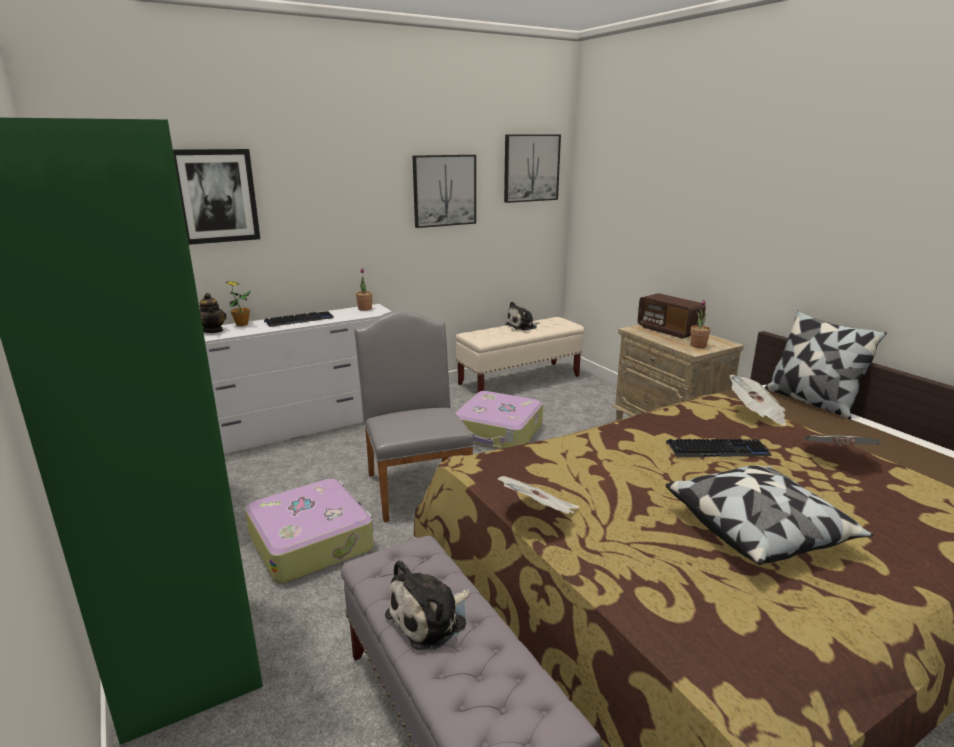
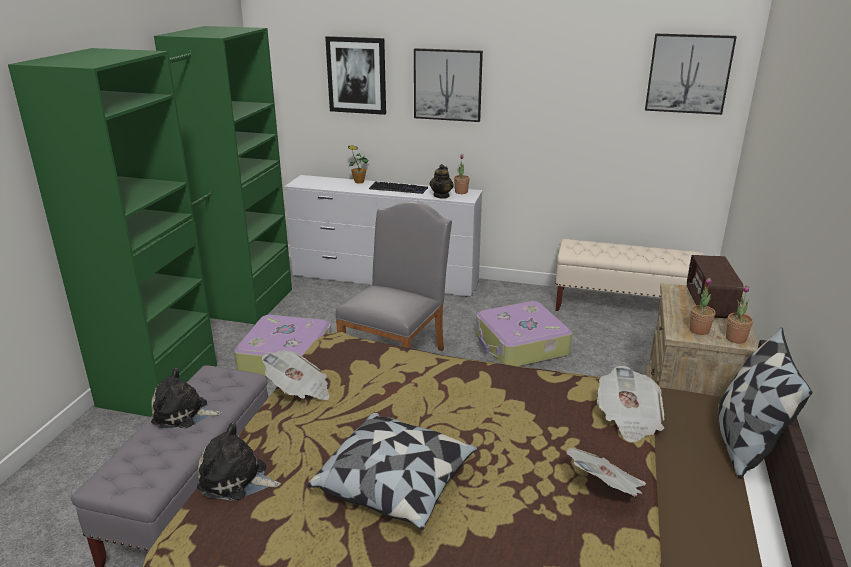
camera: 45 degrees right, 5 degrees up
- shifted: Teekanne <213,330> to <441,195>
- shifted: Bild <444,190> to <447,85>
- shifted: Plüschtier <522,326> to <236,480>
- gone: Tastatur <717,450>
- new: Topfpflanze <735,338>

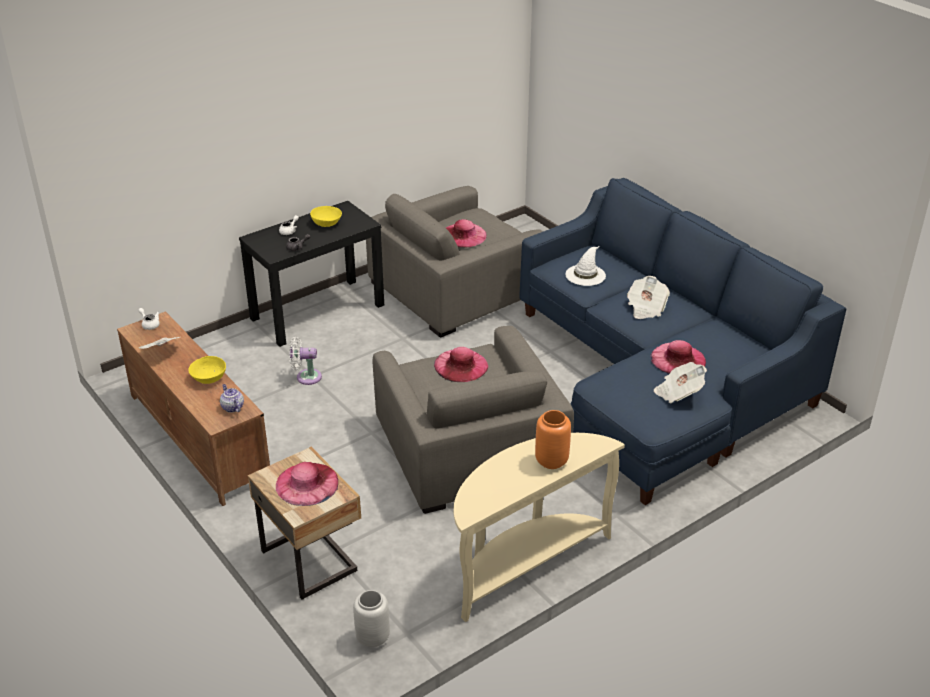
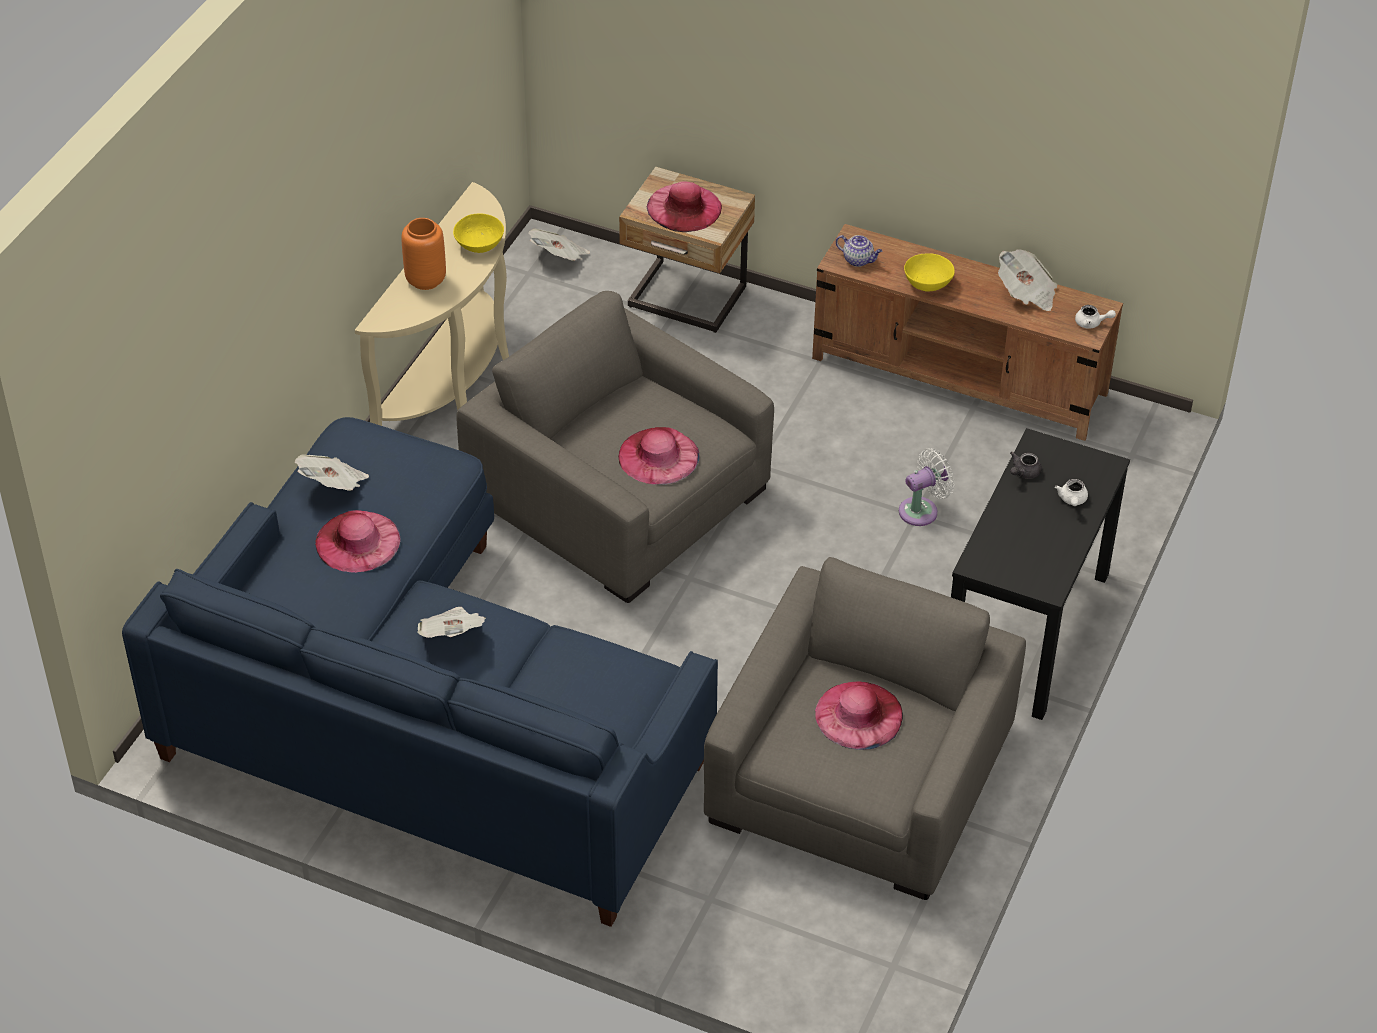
camera: 150 degrees right, 10 degrees up
- shifted: Schüssel [gelb] <326,223> to <479,245>
- swapped: Vase [grau] <372,638> to Zeitung <559,257>
- gone: Hut [weiß] <585,274>

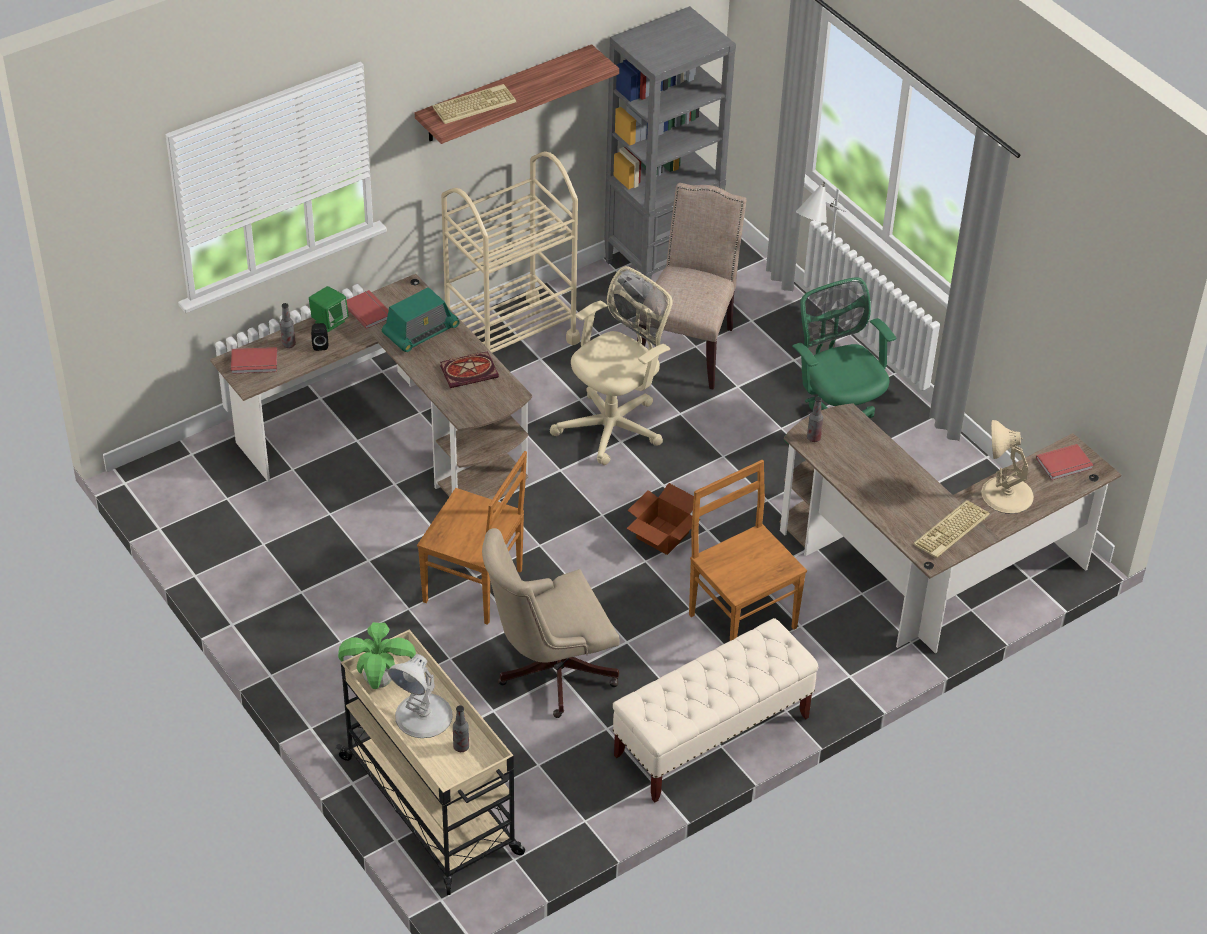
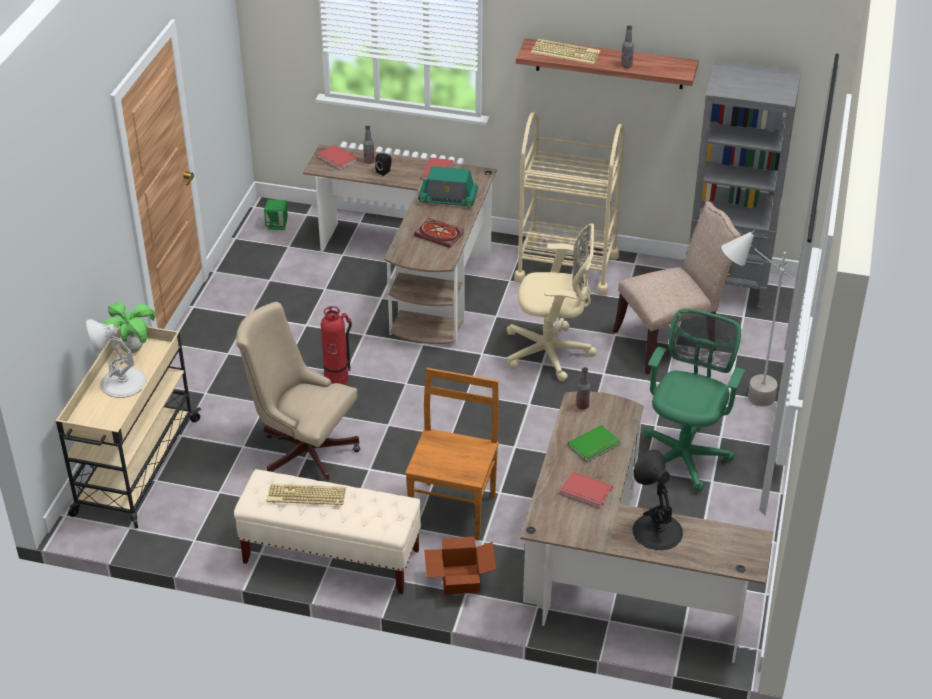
camera: 50 degrees right, 5 degrees down
- shifted: Lautsprecher [grün] <329,322> to <277,225>
- swapped: Stuhl [braun] <475,587> to Feuerlöscher <337,378>
- shifted: Flasche <461,747> to <626,66>
- shifted: Karton <661,536> to <459,579>
- shifted: Tastatur <951,531> to <305,496>
- repainted: Tischlampe [beige] <1006,494> to Tischlampe [schwarz] <656,531>
- shifted: Buch [rot] <1065,464> to <585,492>
- new: Buch [grün] <595,445>

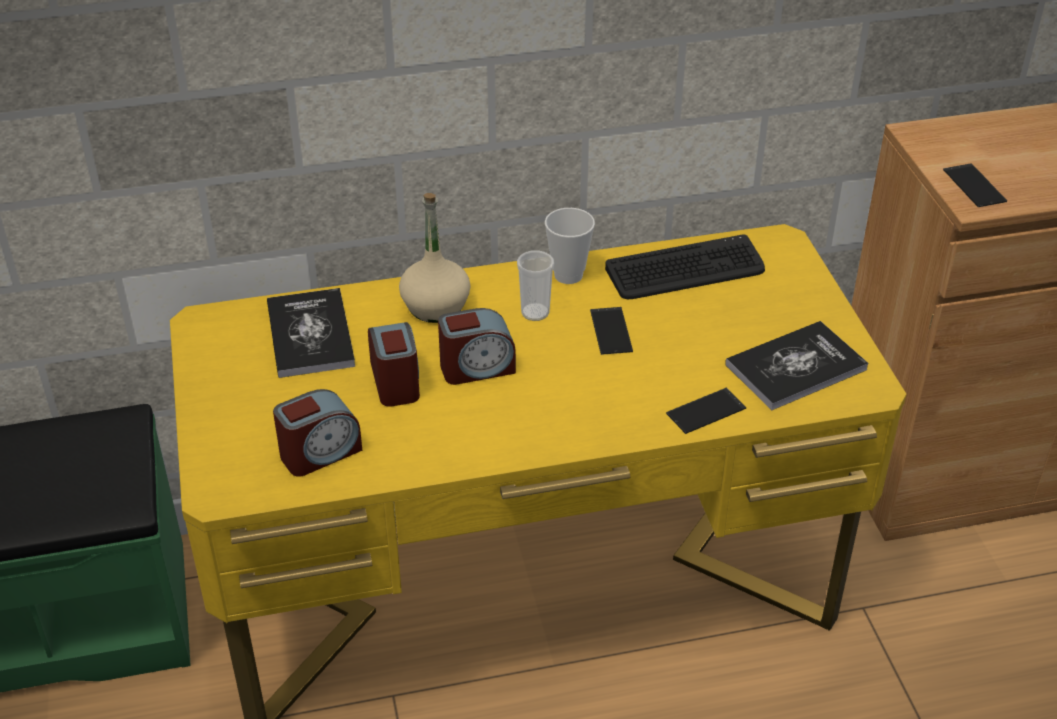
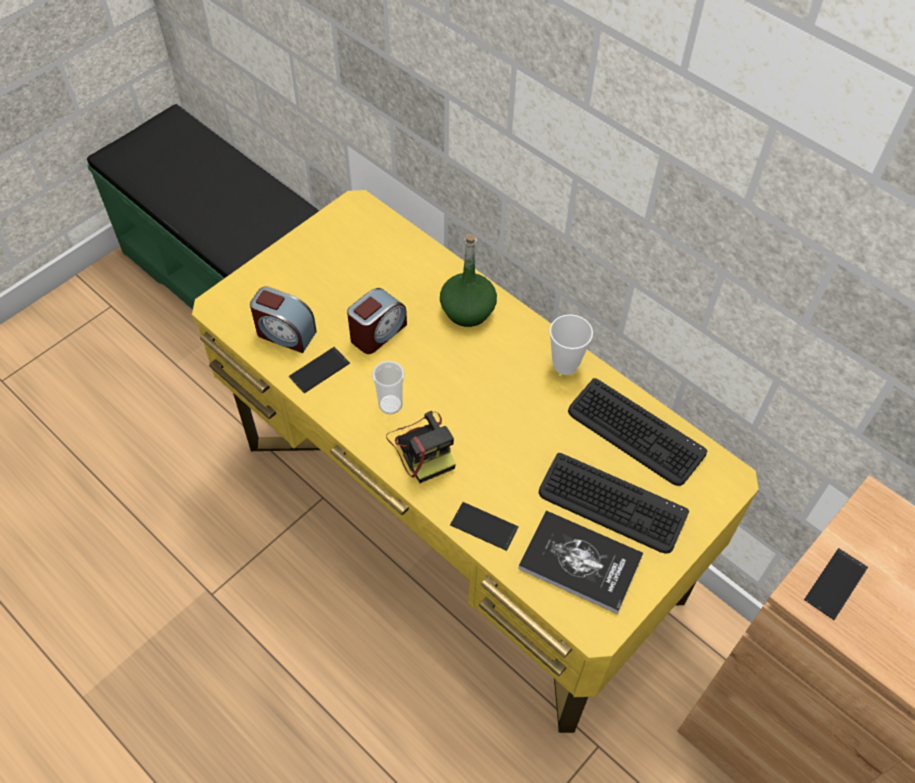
camera: 55 degrees right, 15 degrees up
- gone: Buch <310,335>
- repainted: Flasche [beige] <435,306> to Flasche [grün] <468,310>
- gone: Wecker <477,368>
- shifted: Tasse <535,312> to <390,404>
- shifted: Handy <611,331> to <319,370>
- new: Kamera <423,447>
- new: Tastatur <611,504>

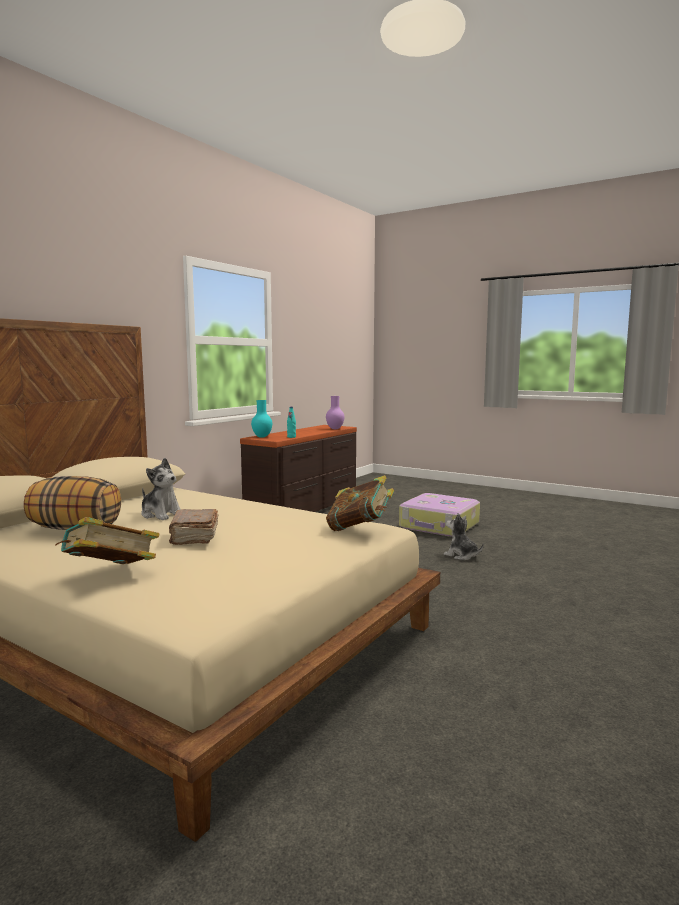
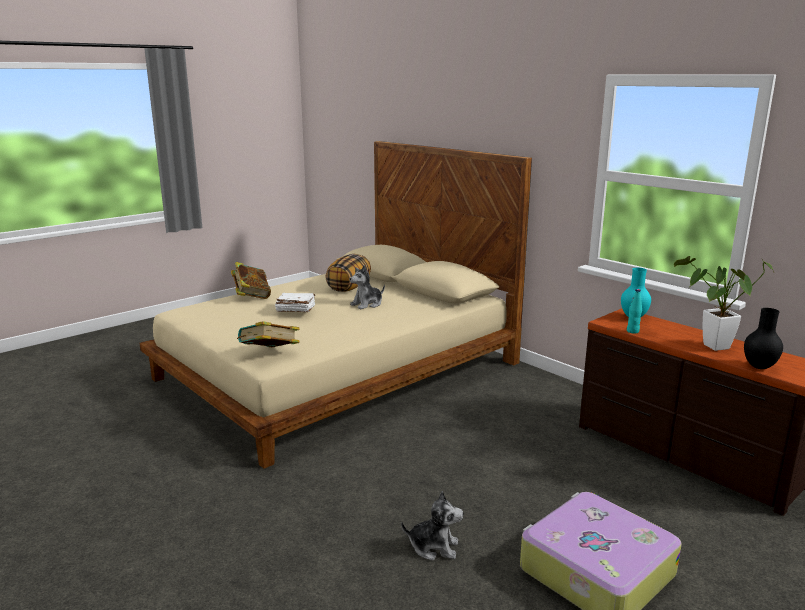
camera: 105 degrees right, 10 degrees up
- repainted: Buch [braun] <194,536> to Buch [weiß] <295,309>
- repainted: Vase [lila] <334,429> to Vase [schwarz] <759,367>
- rotated: Plüschtier <461,556> = <434,547> 45 degrees clockwise
- new: Topfpflanze <711,347>

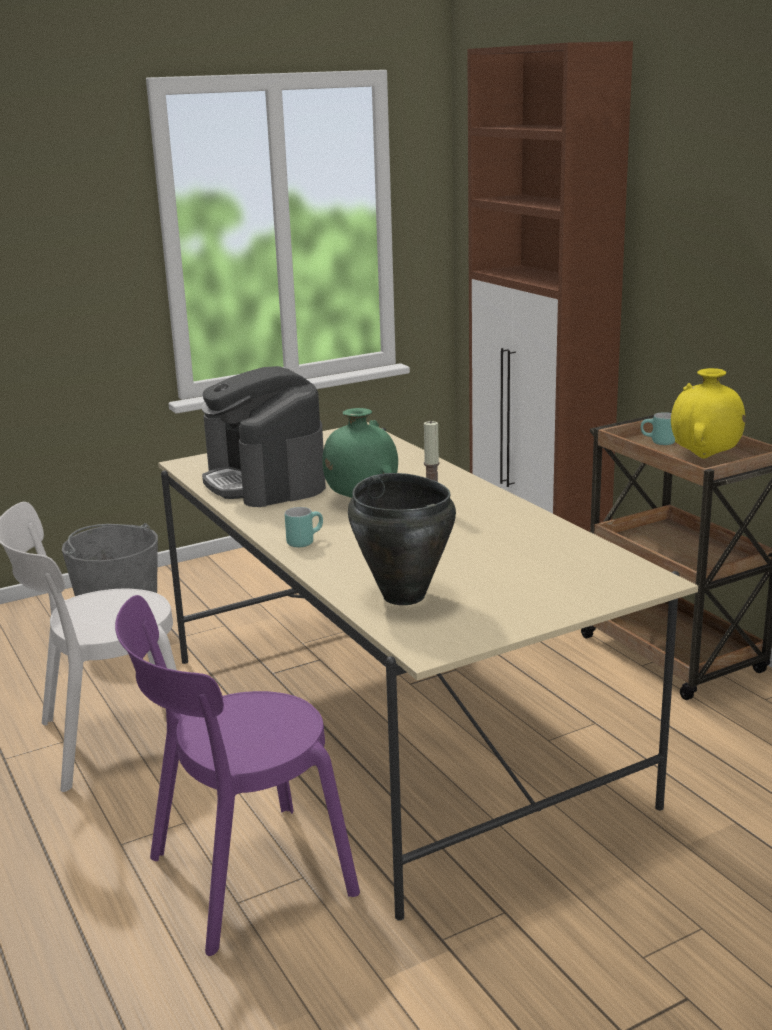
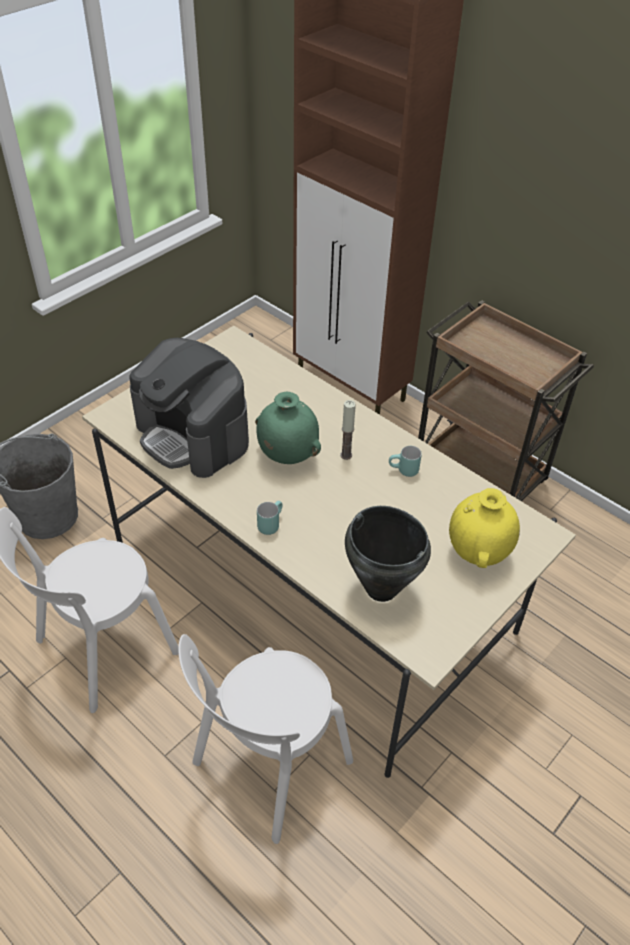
camera: 20 degrees left, 25 degrees up
- repainted: Stuhl [lila] <242,878> to Stuhl [weiß] <267,767>
- shifted: Henkelbecher [türkis] <657,443> to <403,471>
- shifted: Vase [gelb] <705,458> to <478,553>

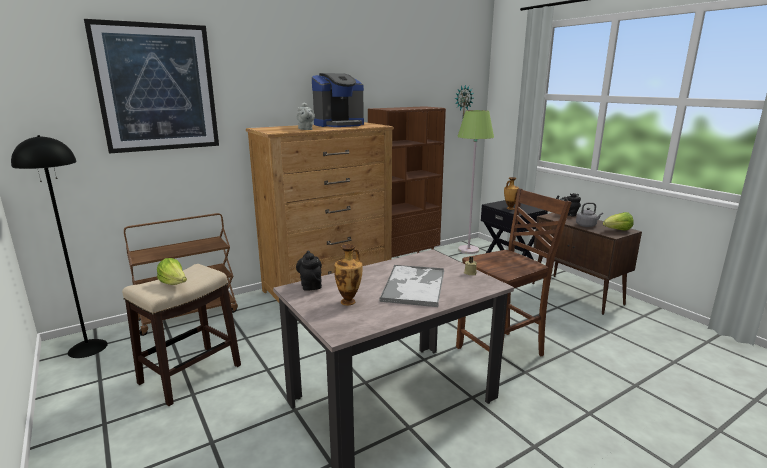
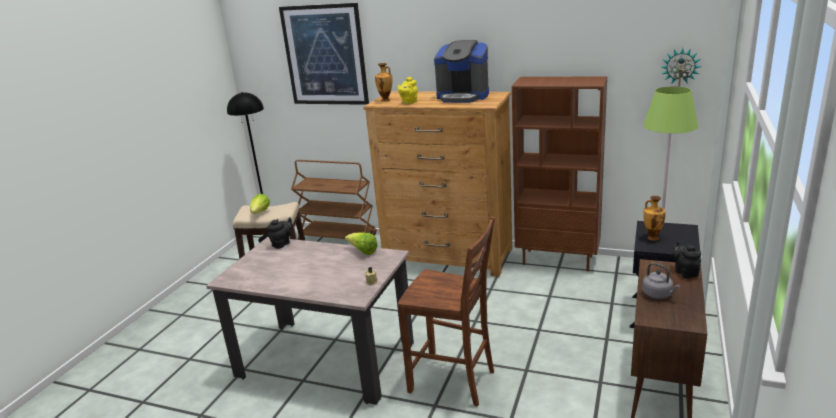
camera: 55 degrees right, 5 degrees up
- repainted: Teekanne [grau] <305,129> to Teekanne [gelb] <408,102>
- shifted: Vase <349,301> to <386,100>
- gone: Tablett <414,285>
- shifted: Salatkopf <617,230> to <363,252>

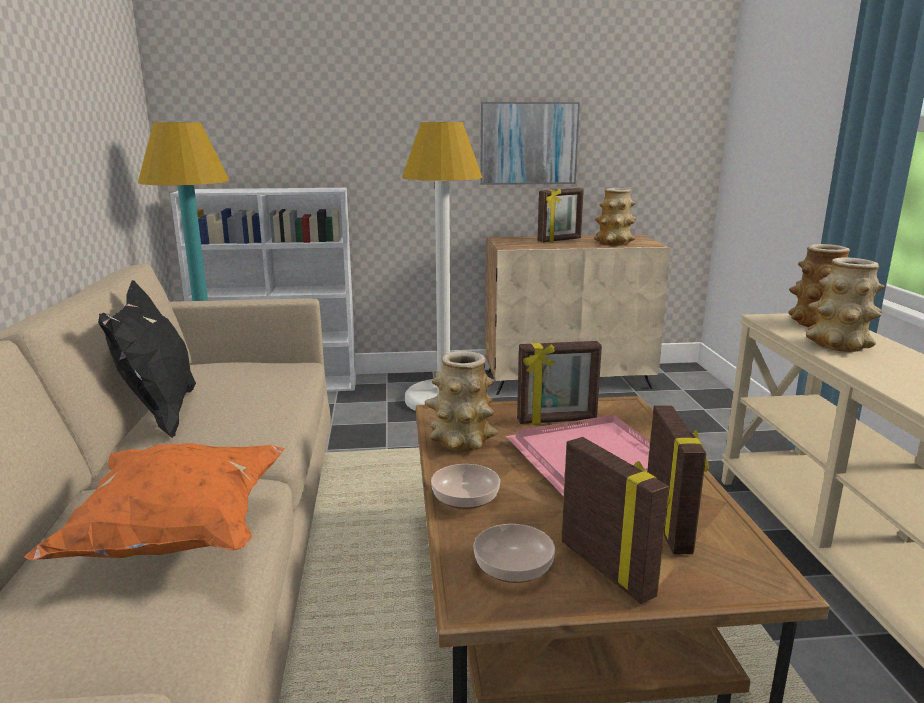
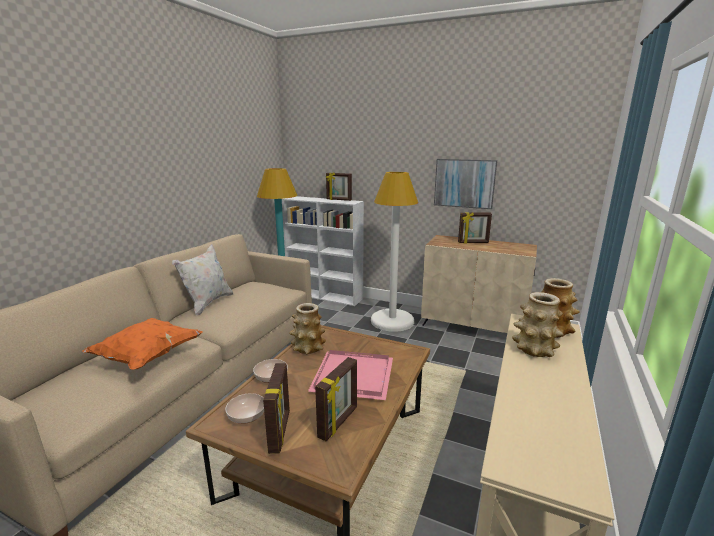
camera: 30 degrees right, 0 degrees up
- repainted: Kissen [schwarz] <160,415> to Kissen [weiß] <208,303>
- shifted: Bilderrahmen <557,420> to <338,200>
- gone: Vase <614,243>

